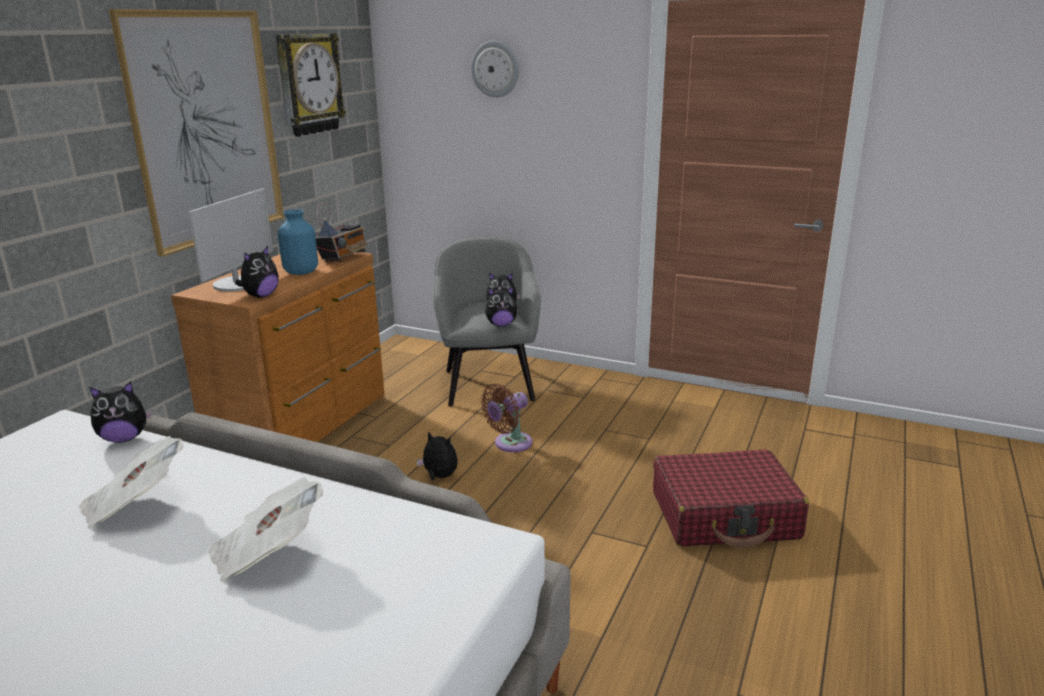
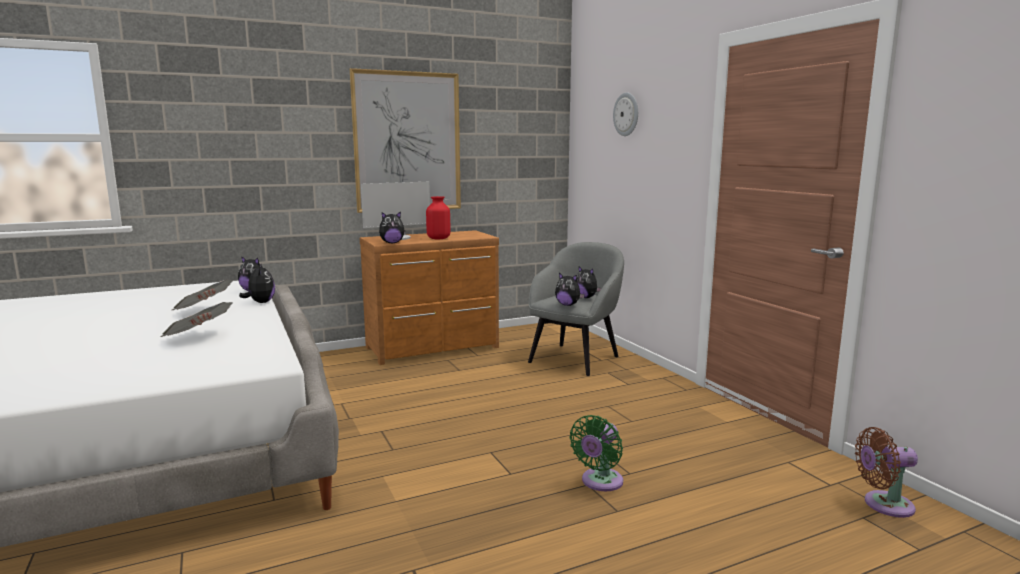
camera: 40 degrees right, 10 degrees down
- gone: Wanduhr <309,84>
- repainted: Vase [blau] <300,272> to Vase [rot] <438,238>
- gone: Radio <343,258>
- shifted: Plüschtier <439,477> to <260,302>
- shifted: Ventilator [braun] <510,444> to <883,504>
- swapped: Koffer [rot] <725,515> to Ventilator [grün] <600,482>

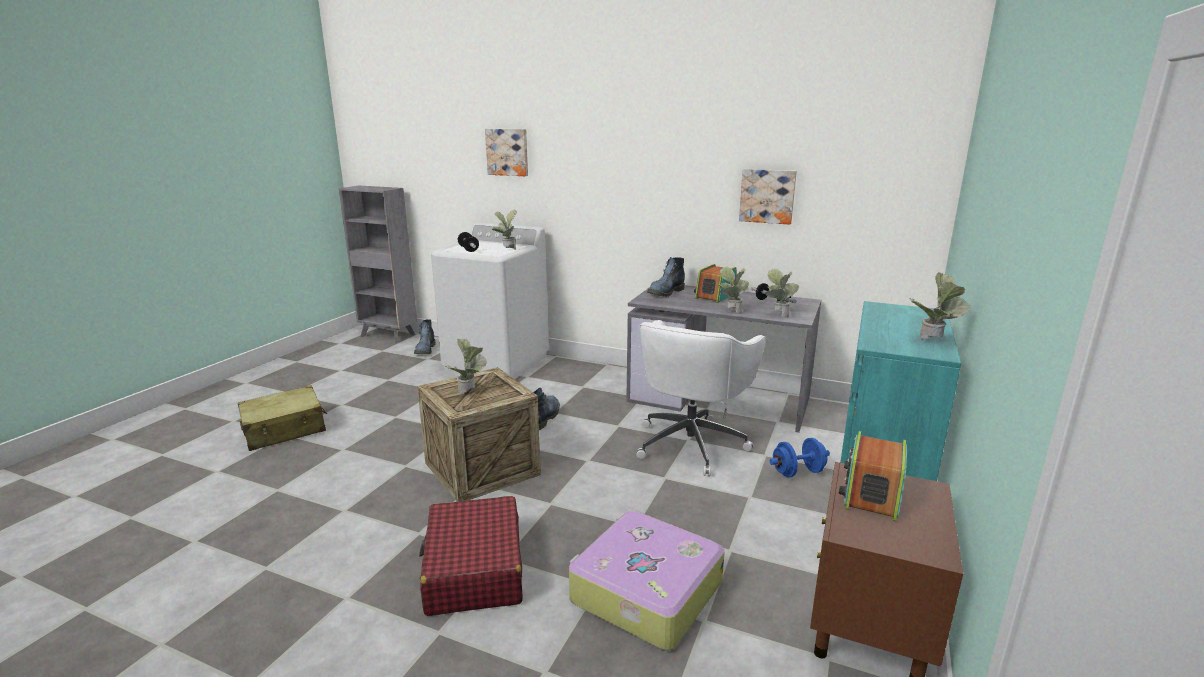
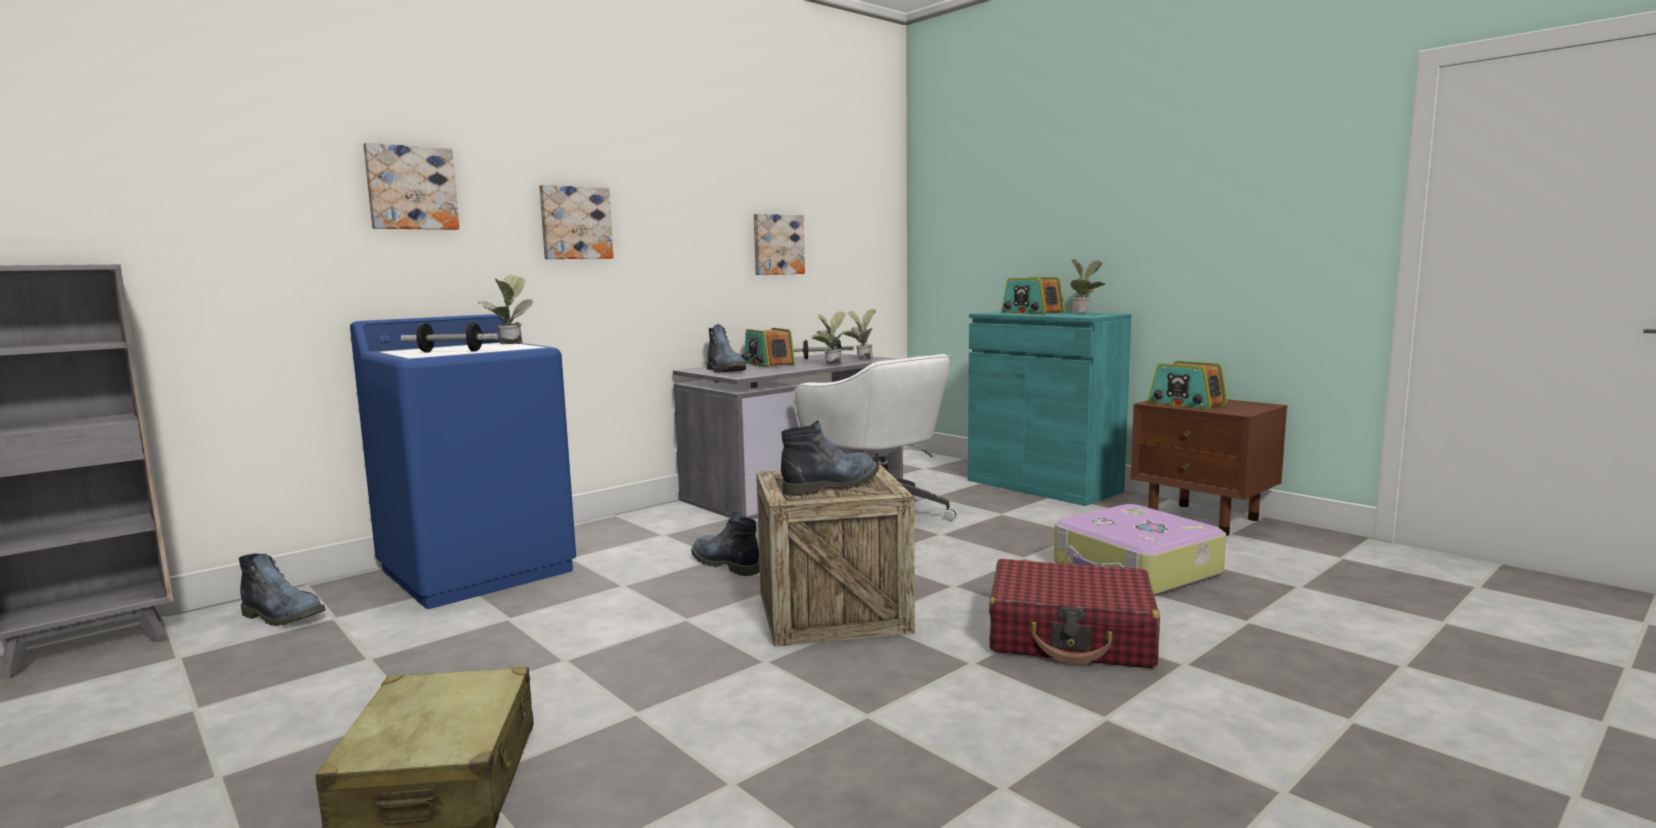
camera: 65 degrees left, 10 degrees down
- repainted: Waschmaschine [weiß] <497,363> to Waschmaschine [blau] <478,570>
- swapped: Topfpflanze <470,392> to Stiefel <832,485>
- gone: Hantel [blau] <798,472>
- new: Bild <575,223>
- new: Radio <1032,313>

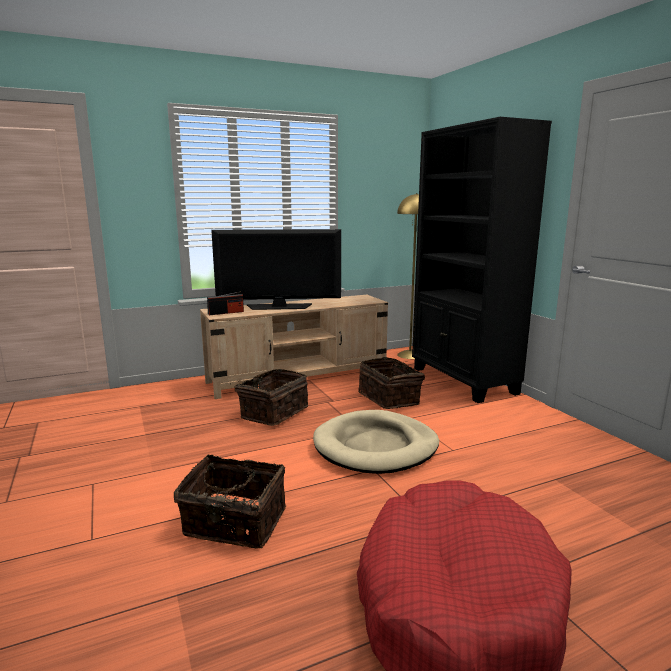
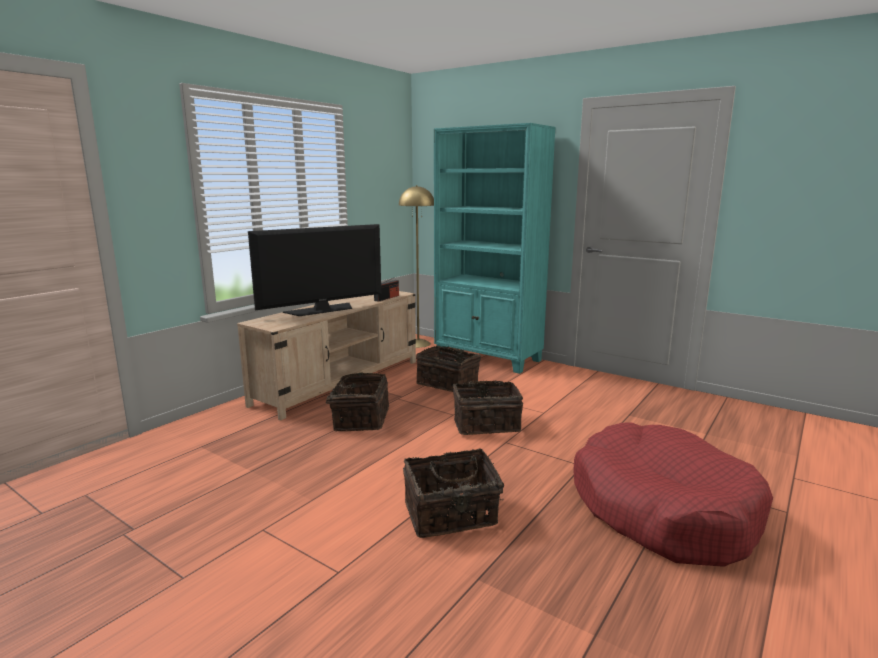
camera: 30 degrees left, 0 degrees up
- shifted: Radio <226,313> to <386,298>
- swapped: Hundebett [beige] <376,446> to Korb <485,424>
- repainted: Bücherregal [schwarz] <463,381> to Bücherregal [türkis] <488,358>

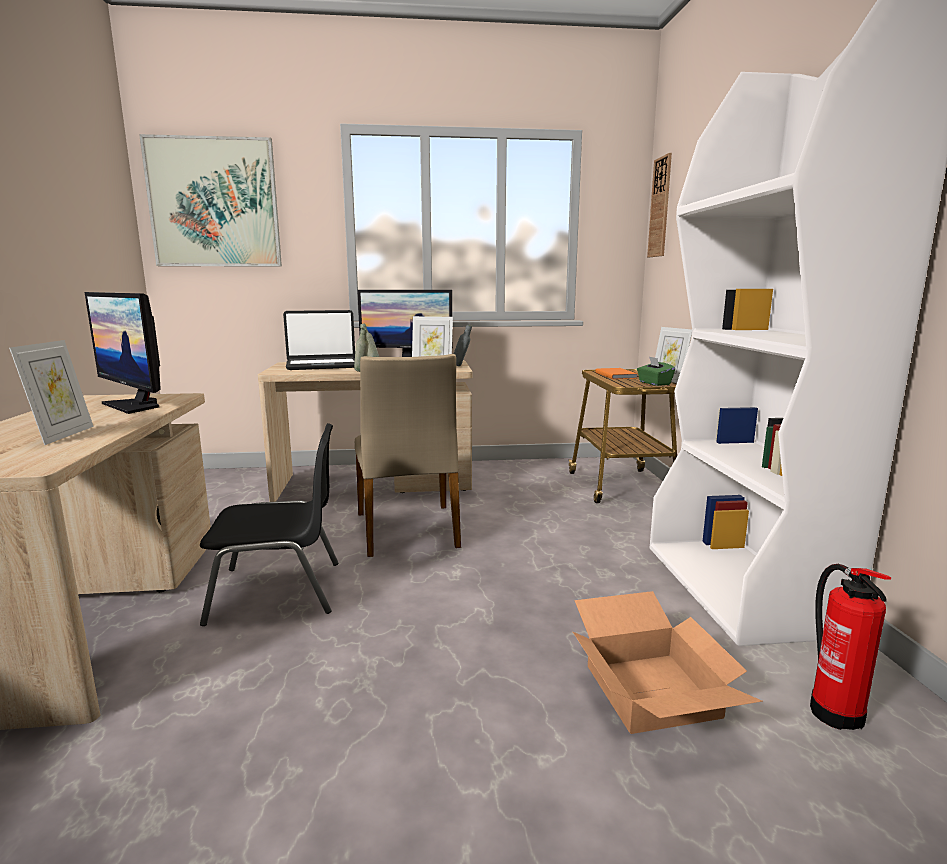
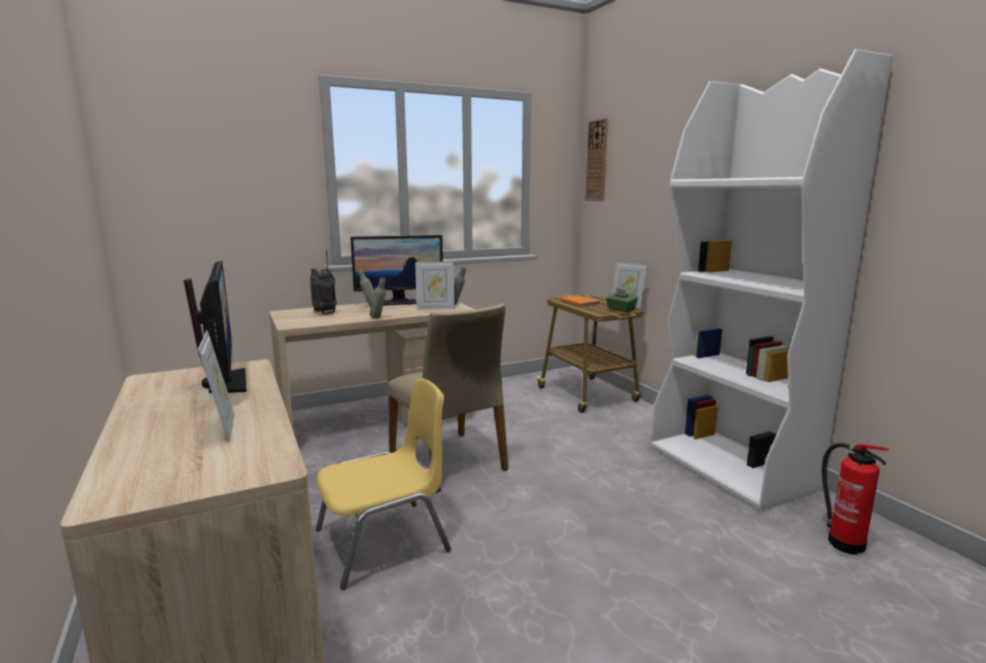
camera: 20 degrees left, 0 degrees up
- rotated: Monitor <135,405> = <225,382> 135 degrees counterclockwise
- gone: Bild <214,203>
- repainted: Stuhl [schwarz] <279,591> to Stuhl [gelb] <385,541>
- swapped: Laptop <322,365> to Radio <325,313>
- gone: Karton <654,691>

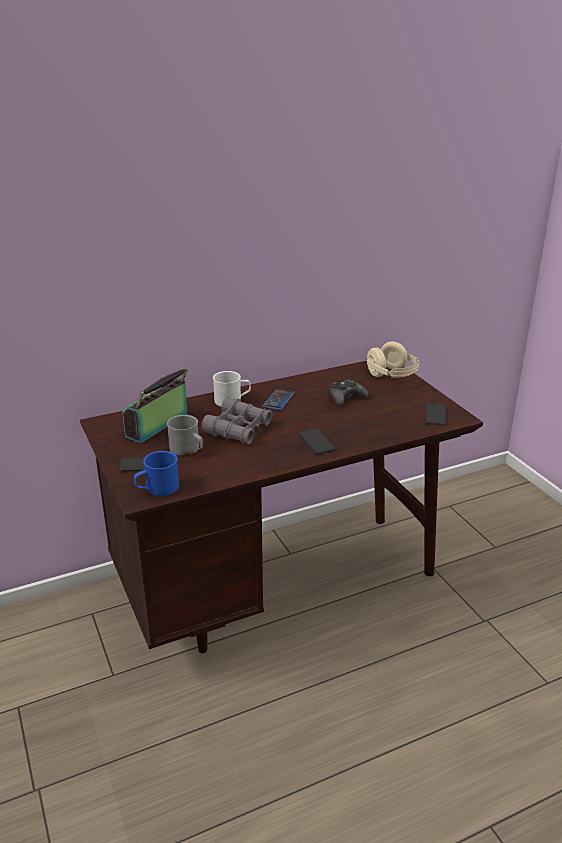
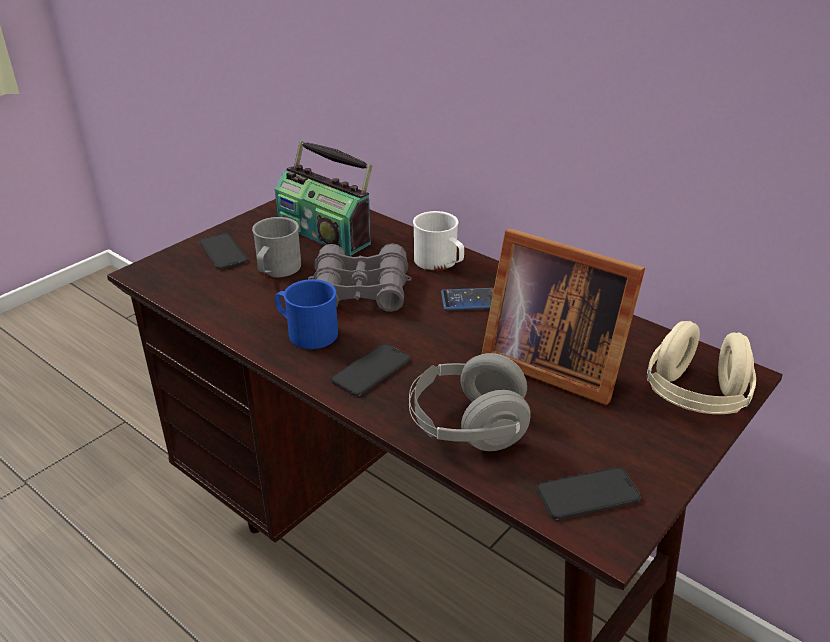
camera: 65 degrees right, 5 degrees up
- rotated: Radio <158,426> = <325,233> 150 degrees counterclockwise
- shifted: Henkelbecher [blau] <157,489> to <306,332>
- swapped: Gamepad [schwarz] <346,397> to Bilderrahmen <550,363>
- new: Kopfhörer [grau] <467,426>

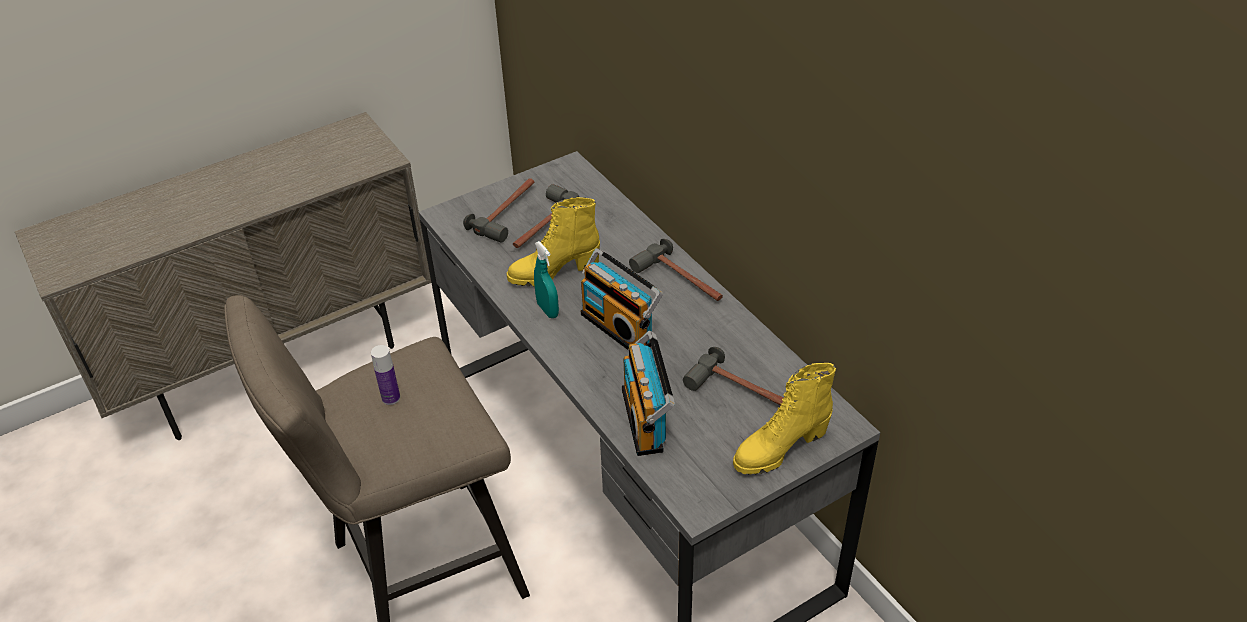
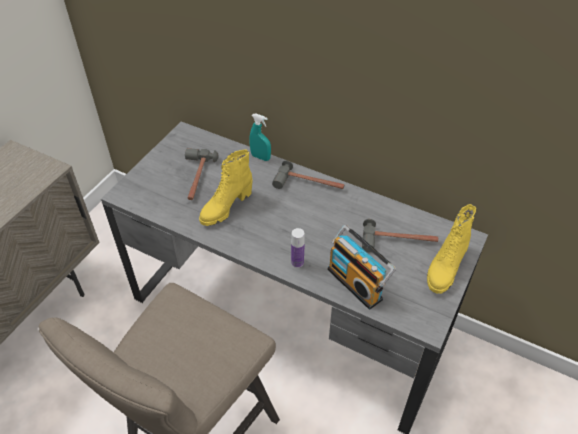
camera: 30 degrees left, 5 degrees up
- shifted: Flasche <391,398> to <297,262>
- gone: Hammer <508,212>
- shifted: Sprühflasche [türkis] <547,310> to <260,157>
- gone: Radio <620,327>

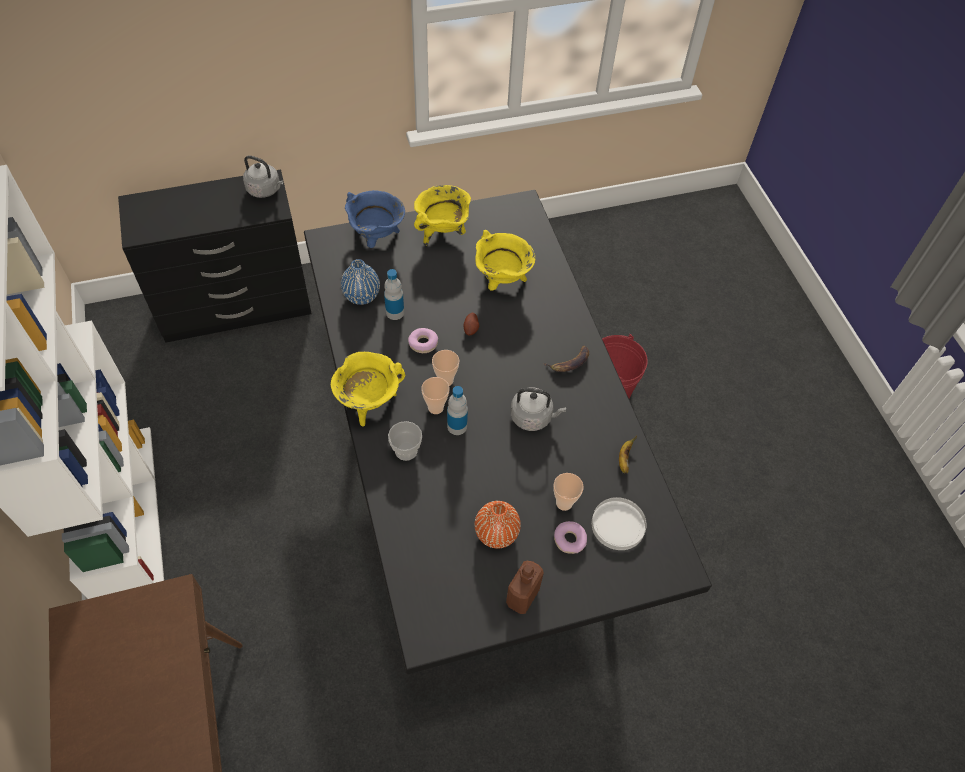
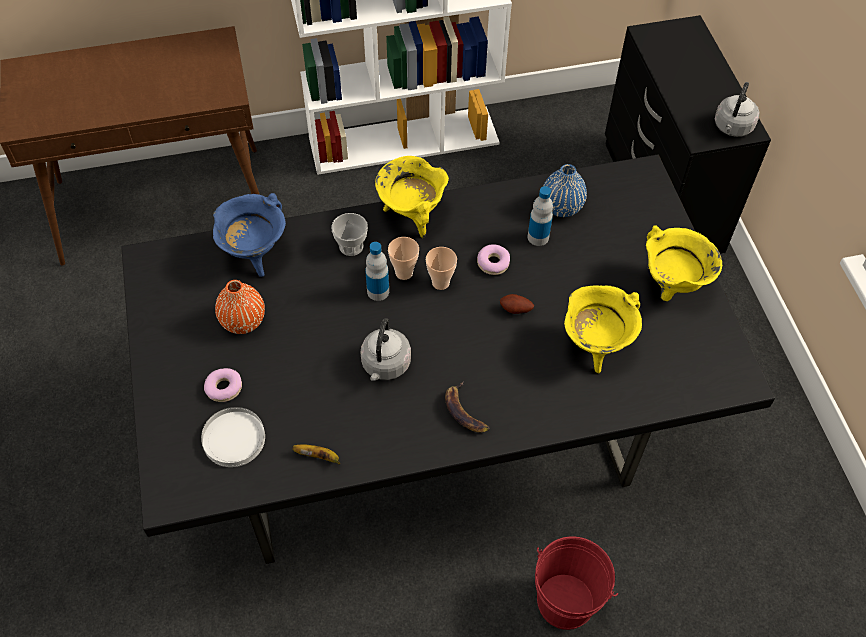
camera: 95 degrees right, 0 degrees up
- shifted: Kochtopf [blau] <376,238> to <255,254>
- gone: Flasche [braun] <522,597>
- gone: Tasse <564,503>

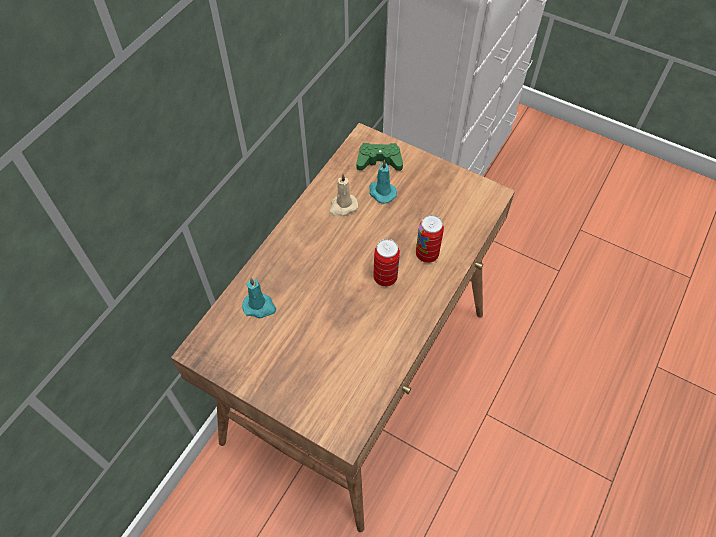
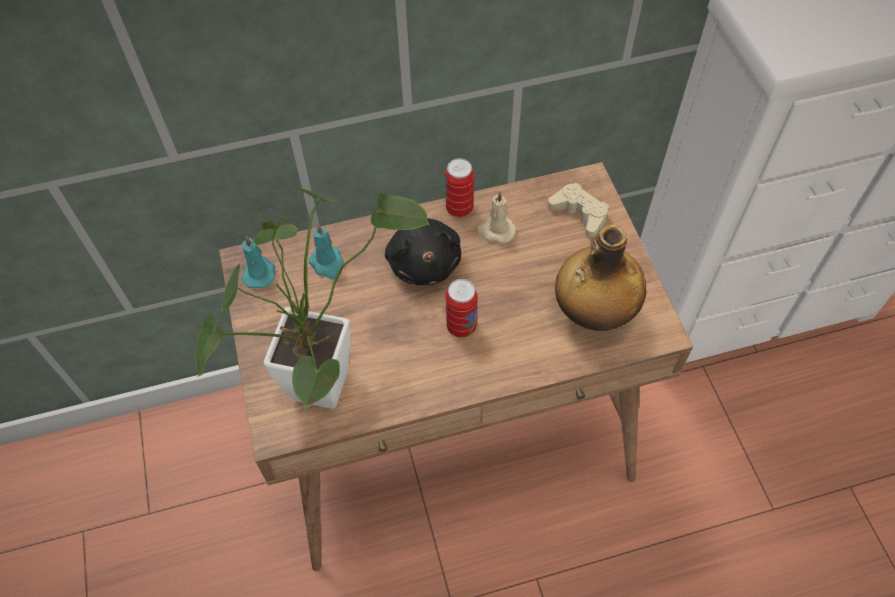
camera: 45 degrees right, 0 degrees up
- repainted: Gamepad [grün] <379,161> to Gamepad [beige] <579,213>
- shifted: Kerze [türkis] <381,192> to <259,273>
- shifted: Dose <427,254> to <459,208>
- new: Topfpflanze <326,373>
- new: Plüschtier [schwarz] <424,261>
- new: Flasche <593,313>

